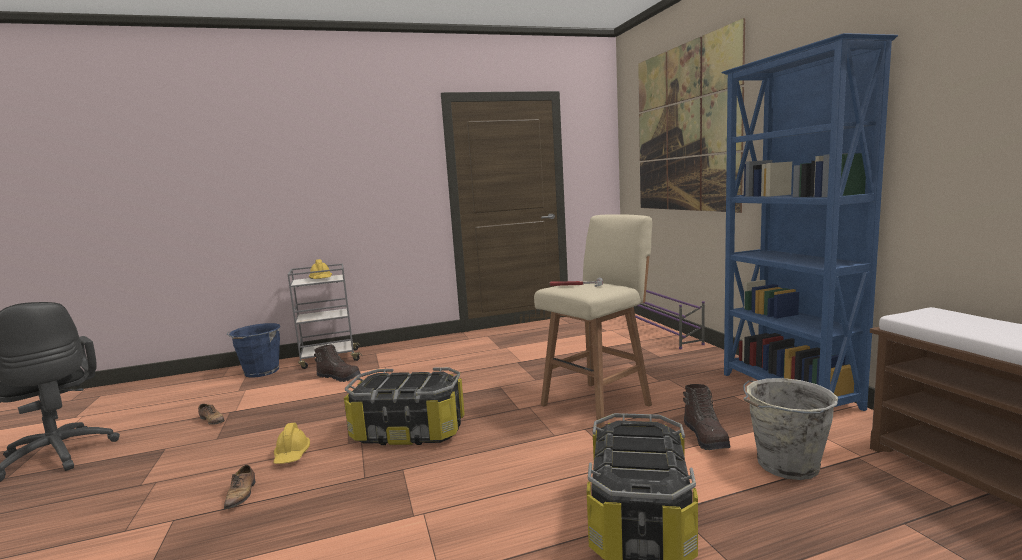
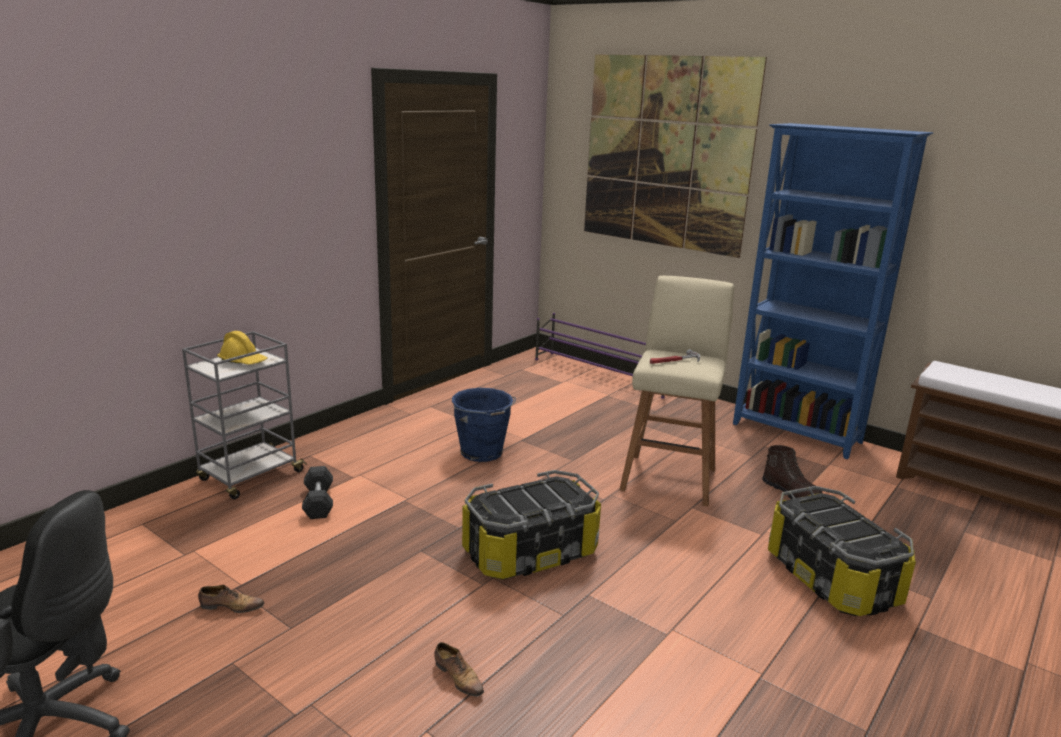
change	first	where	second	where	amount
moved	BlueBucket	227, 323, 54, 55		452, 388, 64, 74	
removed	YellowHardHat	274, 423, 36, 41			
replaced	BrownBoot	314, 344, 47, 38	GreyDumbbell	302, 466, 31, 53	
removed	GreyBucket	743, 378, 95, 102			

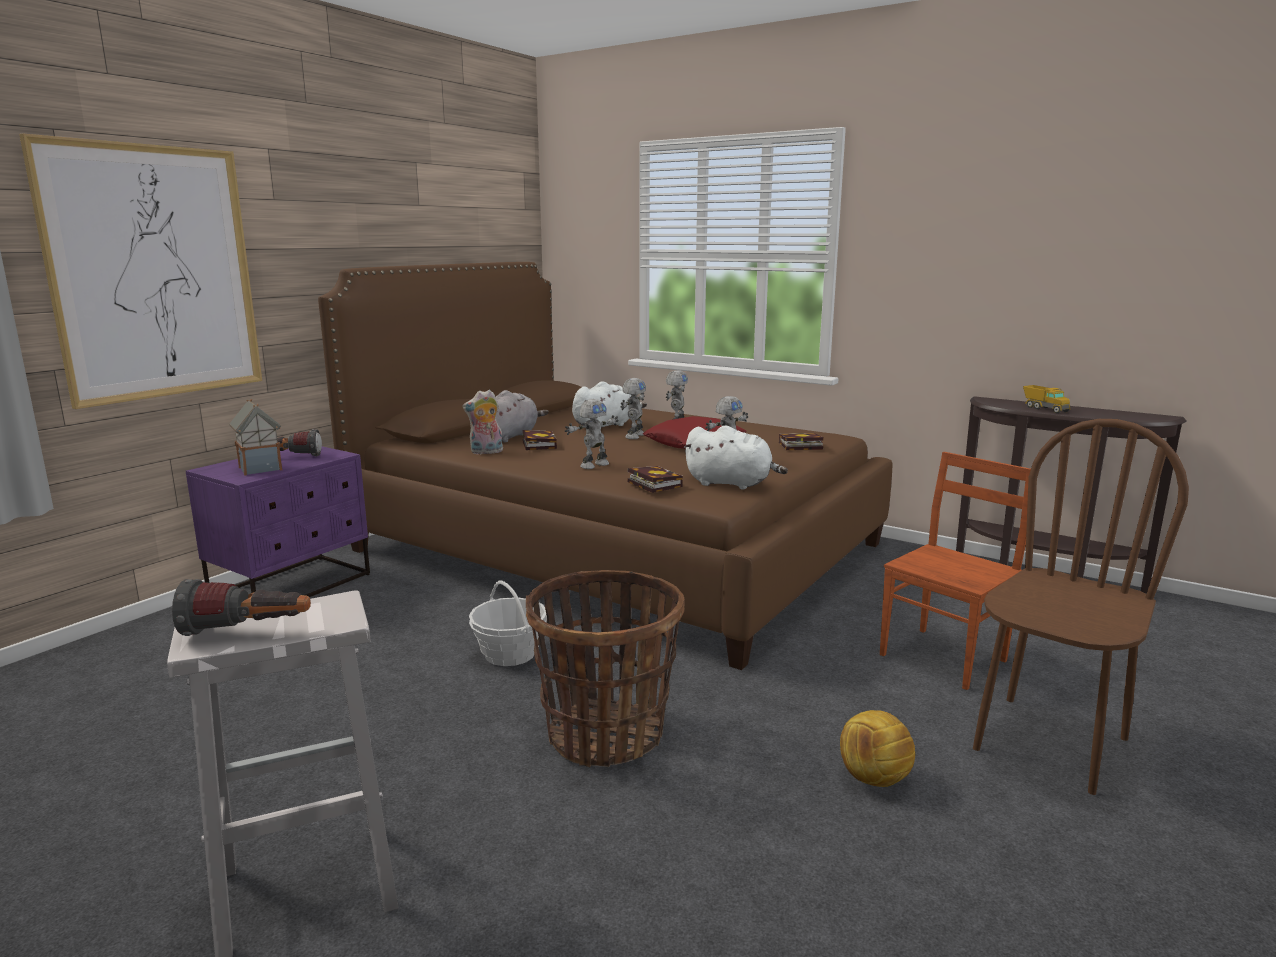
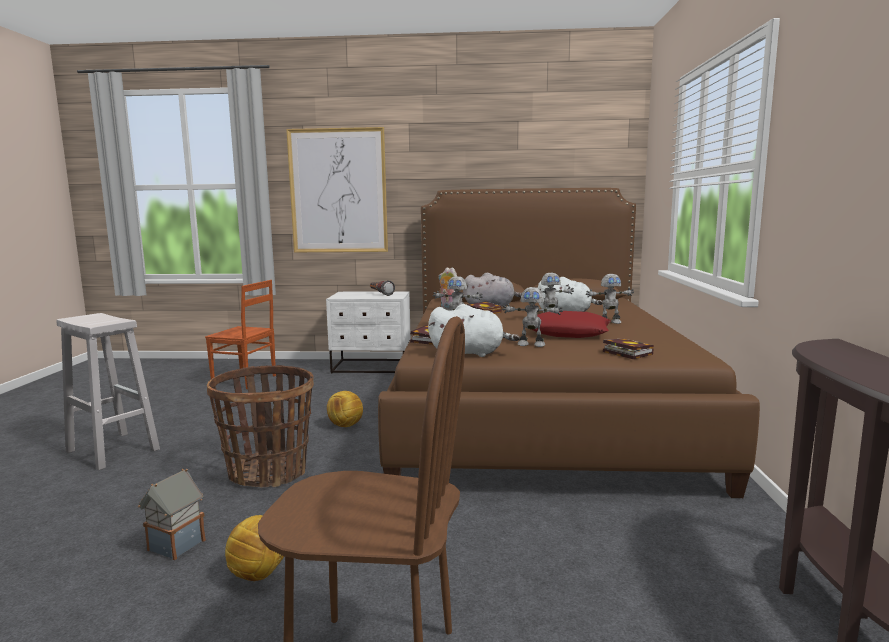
change	first	where	second	where	amount
removed	Flashlight	172, 579, 139, 57			
recoloured	PurpleNightstand	186, 446, 184, 151	WhiteNightstand	326, 291, 85, 83	
moved	ToyHouse	229, 399, 53, 77		138, 469, 68, 91	
replaced	Basket	469, 581, 78, 85	Football	327, 391, 36, 36	
turned	WhitePlushToy	684, 425, 104, 64		428, 304, 92, 53	75 degrees counterclockwise
moved	BrownChair	880, 452, 151, 238		205, 280, 71, 109	
removed	ToyTruck	1023, 385, 47, 28			

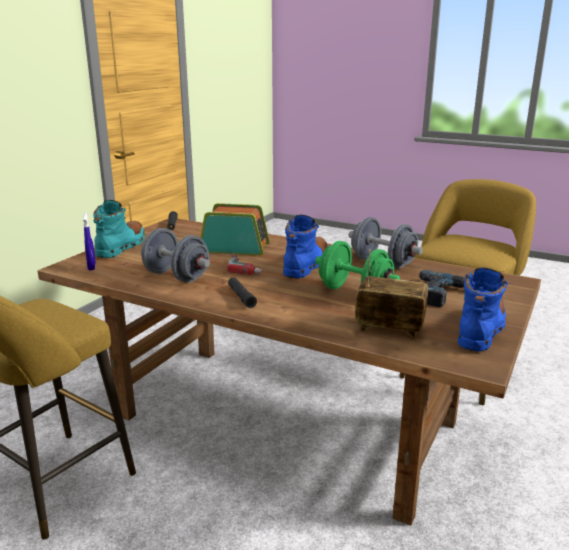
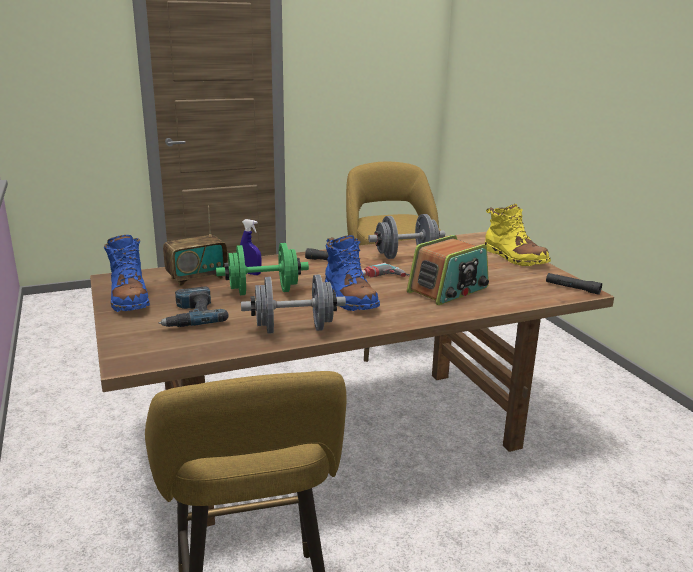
change	first	where	second	where	amount
moved	BlueSprayBottle	83, 213, 13, 57		240, 219, 22, 56	
recoloured	TurquoiseBoot	93, 200, 52, 58	YellowBoot	484, 204, 67, 62	

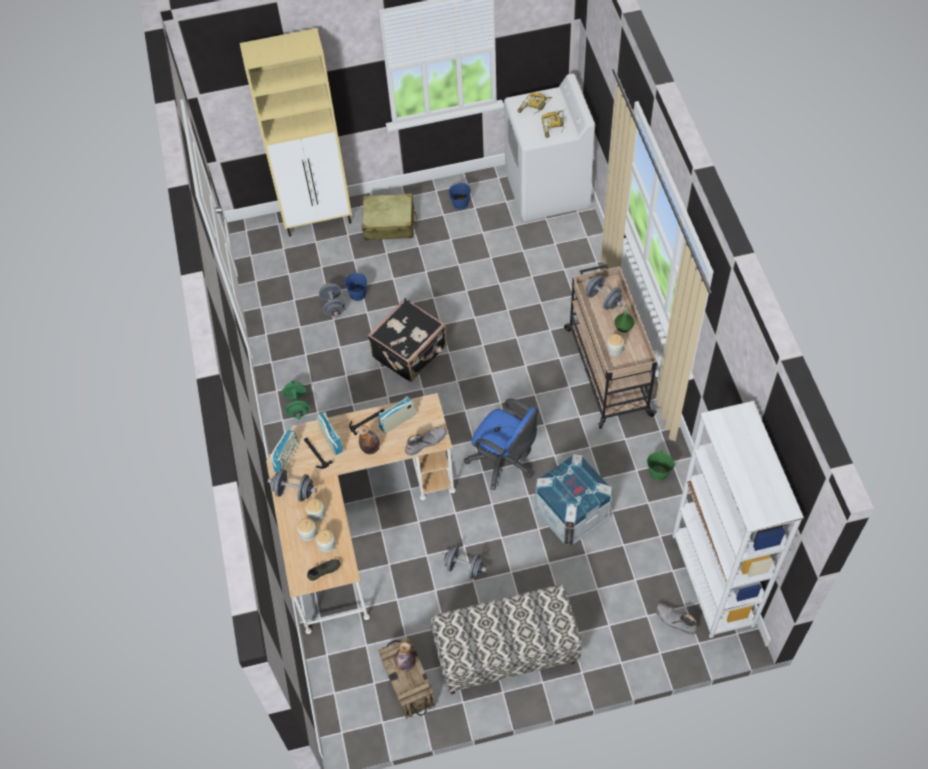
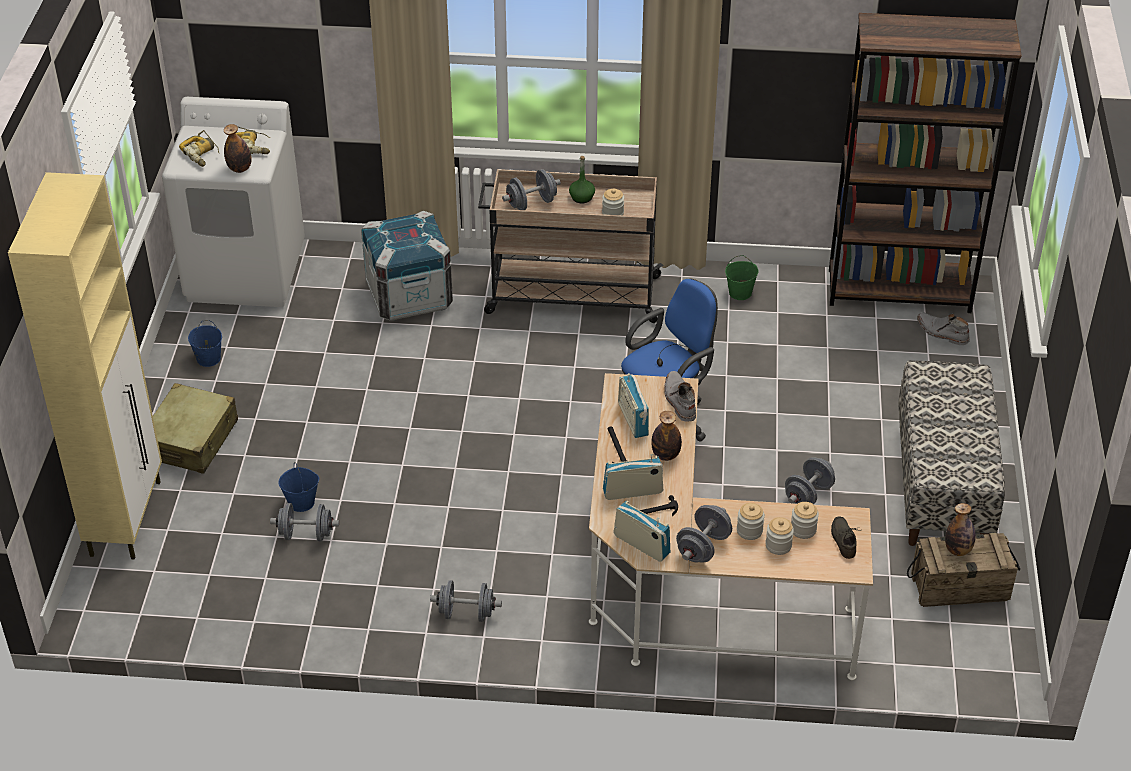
change	first	where	second	where	amount
recoloured	GreenDumbbell	282, 380, 27, 39	GreyDumbbell	430, 580, 72, 42	
removed	BlackSuitcase	368, 298, 79, 84			
moved	Crate	535, 454, 78, 91		361, 211, 92, 110	
turned	GreyBoot	655, 603, 43, 32		917, 313, 53, 32	75 degrees clockwise
recoloured	WhiteBookcase	672, 401, 132, 237	BrownBookcase	829, 13, 193, 300	
added			Bottle	224, 124, 28, 49	

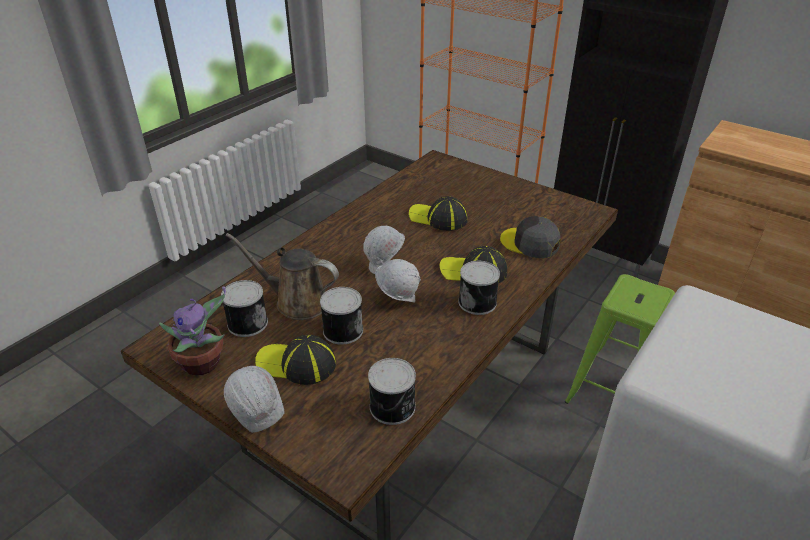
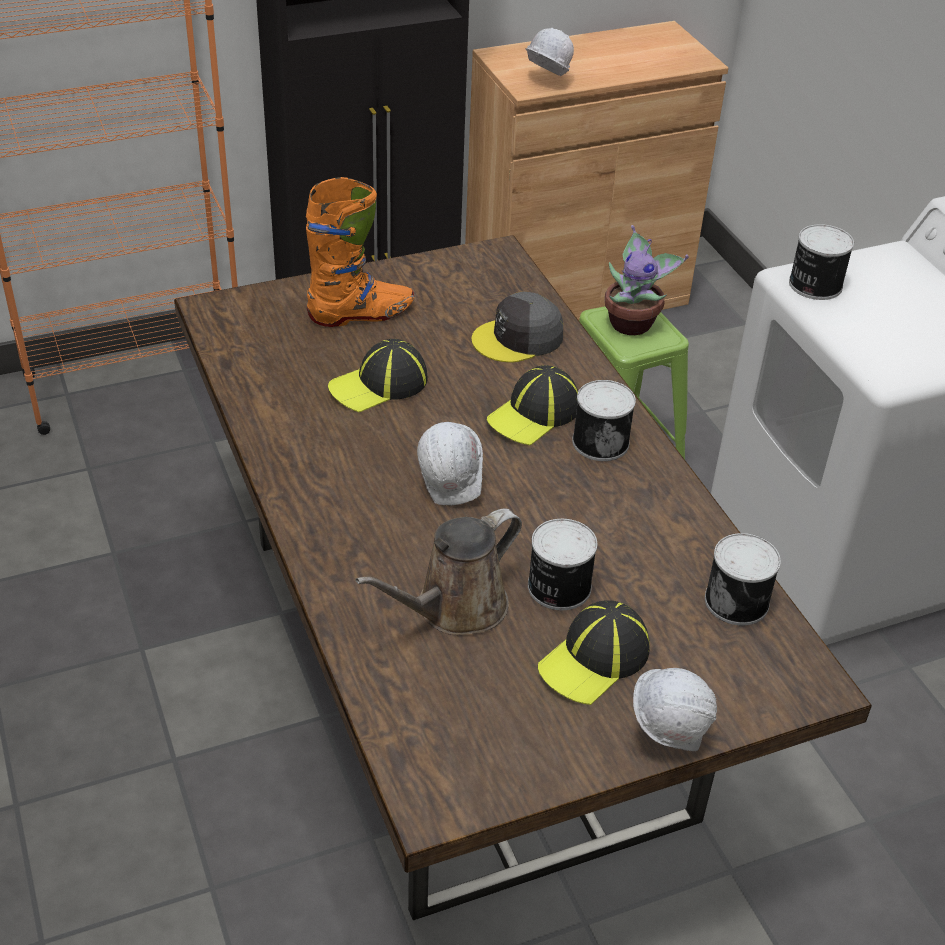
change	first	where	second	where	amount
moved	PottedPlant	159, 286, 67, 90		605, 225, 84, 110	
moved	Can	221, 280, 47, 57		789, 224, 65, 76	
moved	WhiteHardHat	375, 259, 46, 43		525, 28, 49, 48	
added			OrangeBoot	306, 177, 108, 150	

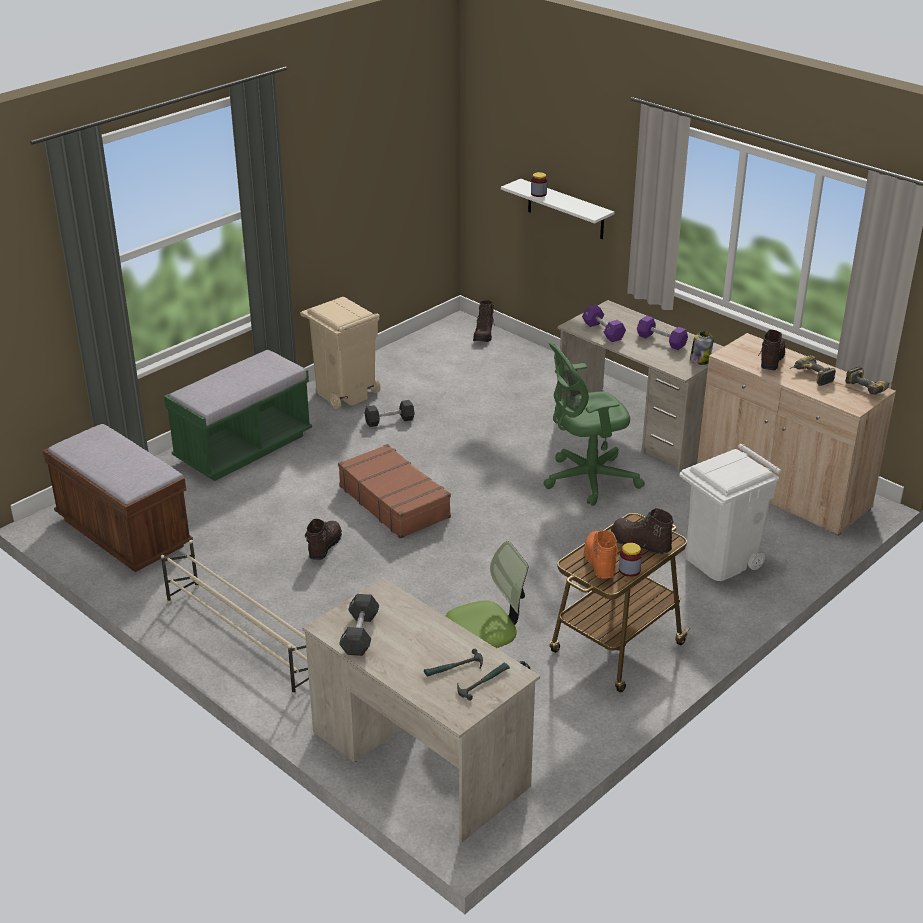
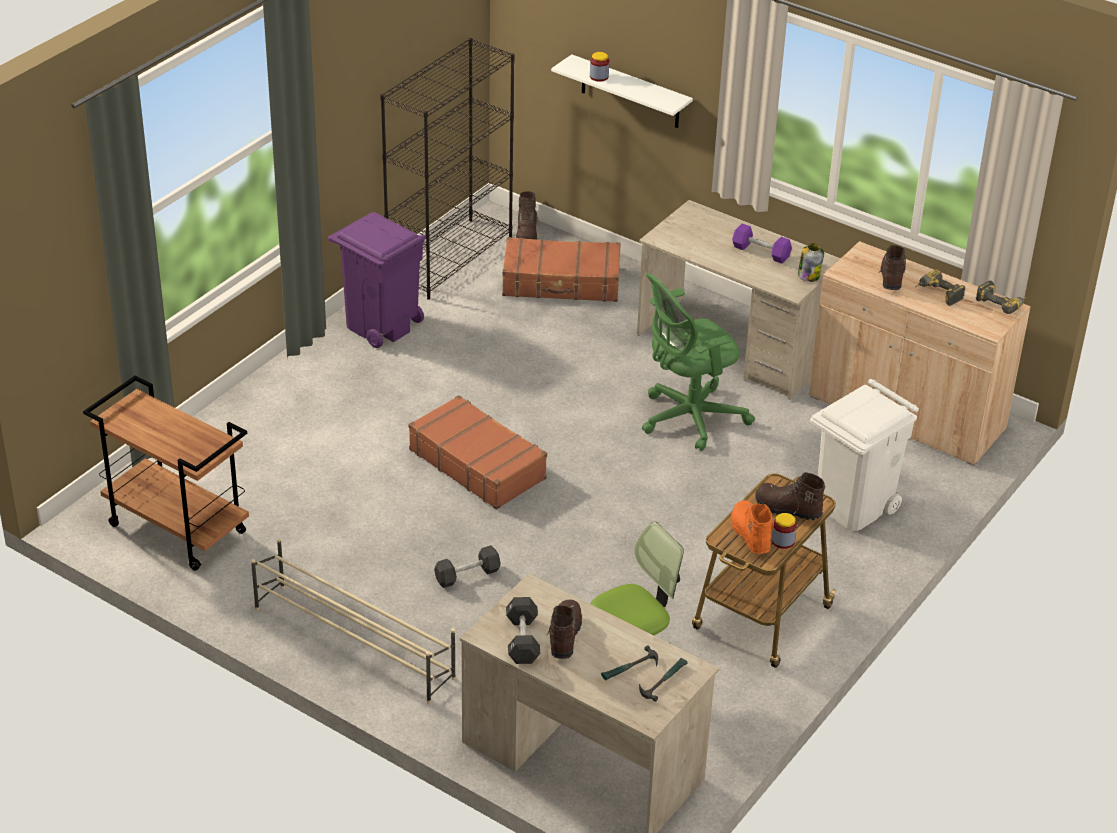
change	first	where	second	where	amount
replaced	BrownBench	43, 424, 150, 148	BrownCart	83, 376, 166, 195	
removed	GreenBench	164, 349, 148, 132			
recoloured	BeigeTrashCan	300, 297, 81, 112	PurpleTrashCan	328, 212, 98, 136	
moved	BrownBoot	305, 519, 37, 41		546, 600, 36, 59	
moved	BlackDumbbell	365, 400, 50, 27		434, 545, 67, 43	
removed	PurpleDumbbell	582, 305, 44, 37			
added			BlackBookcase	380, 38, 135, 262	
added			BrownSuitcase	502, 237, 119, 65	

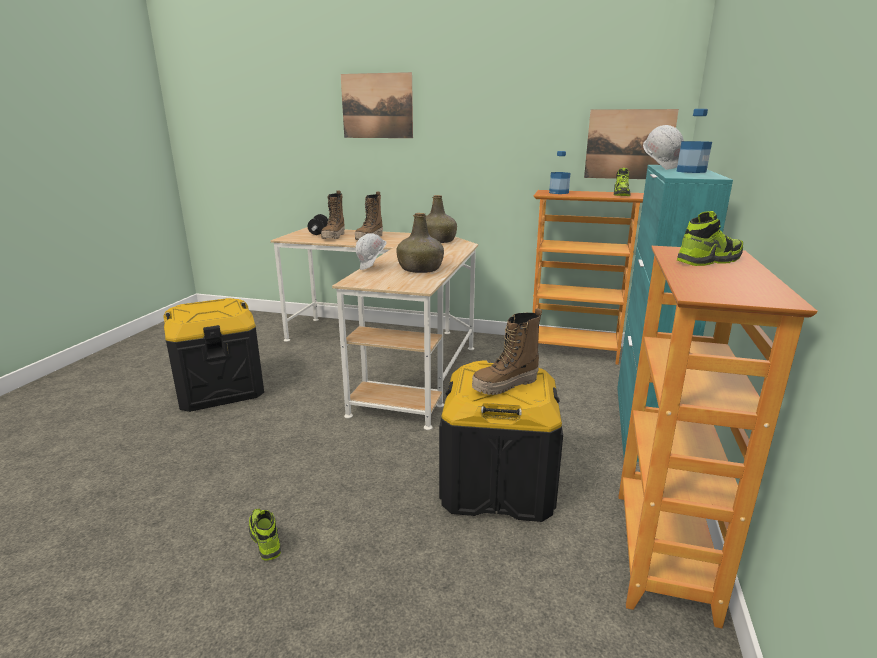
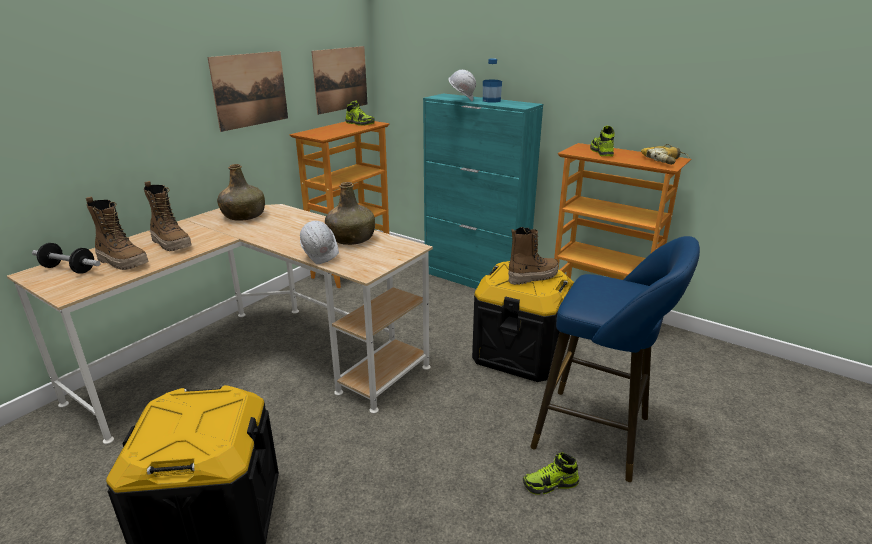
change	first	where	second	where	amount
moved	Picture	341, 72, 72, 66		208, 51, 80, 81	
turned	Boot	472, 308, 70, 87		508, 227, 50, 58	105 degrees counterclockwise
removed	Bottle	549, 151, 21, 43			
added			BlueStool	530, 236, 170, 246	
added			PowerDrill	641, 144, 48, 21	

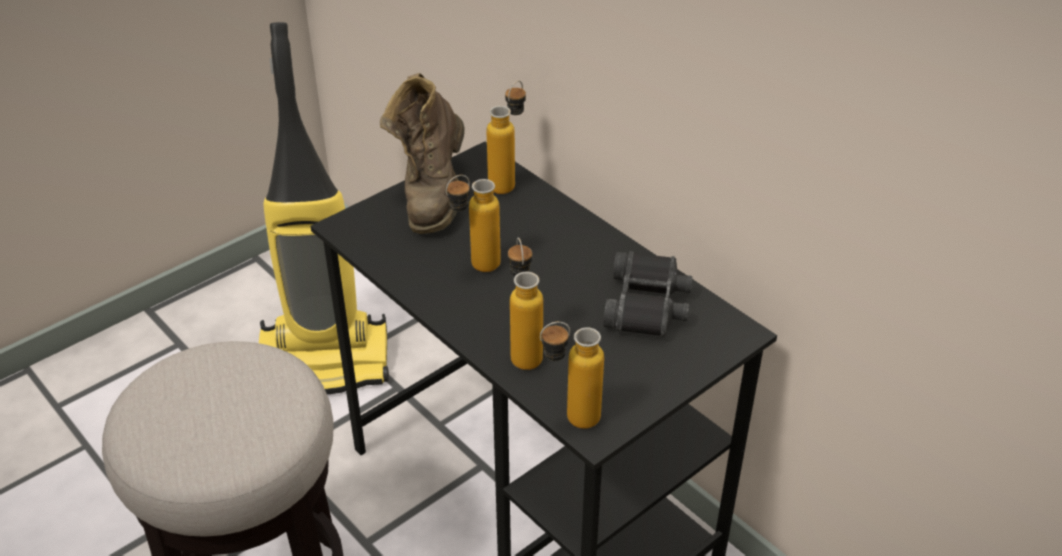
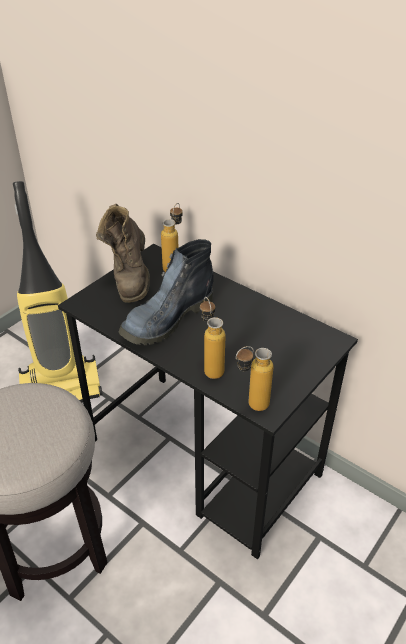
change	first	where	second	where	amount
replaced	Bottle	446, 175, 55, 97	Boot	119, 239, 95, 106	
removed	BlackBinoculars	603, 251, 90, 86			

